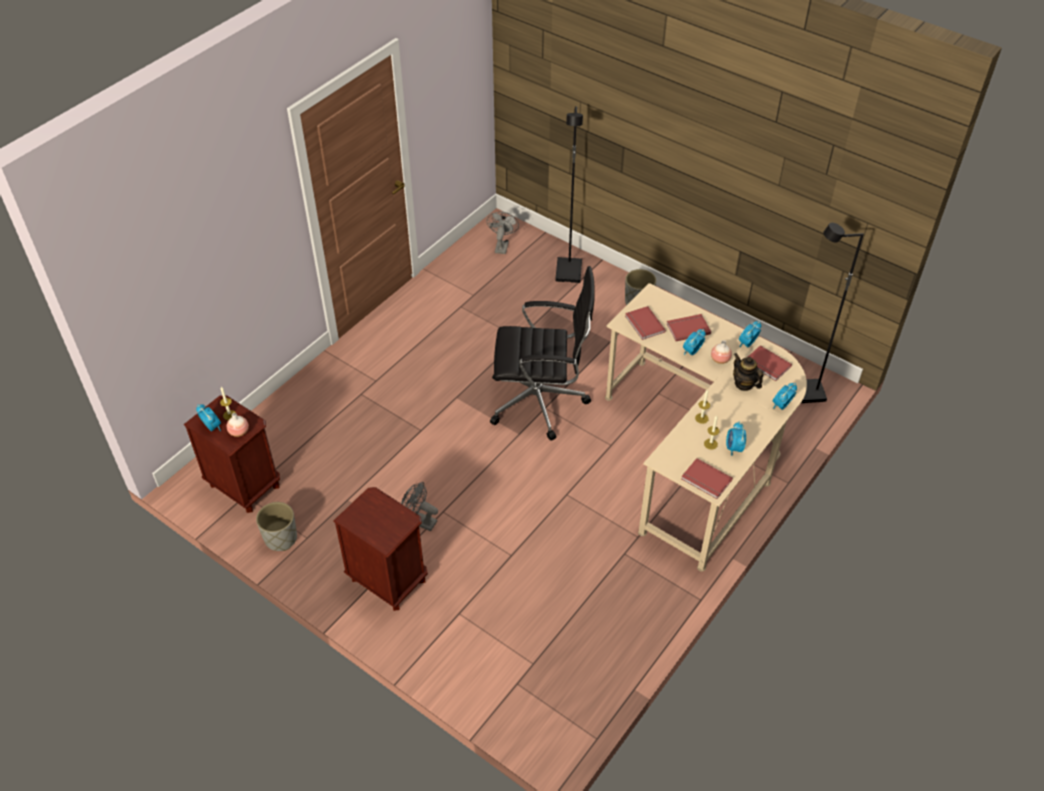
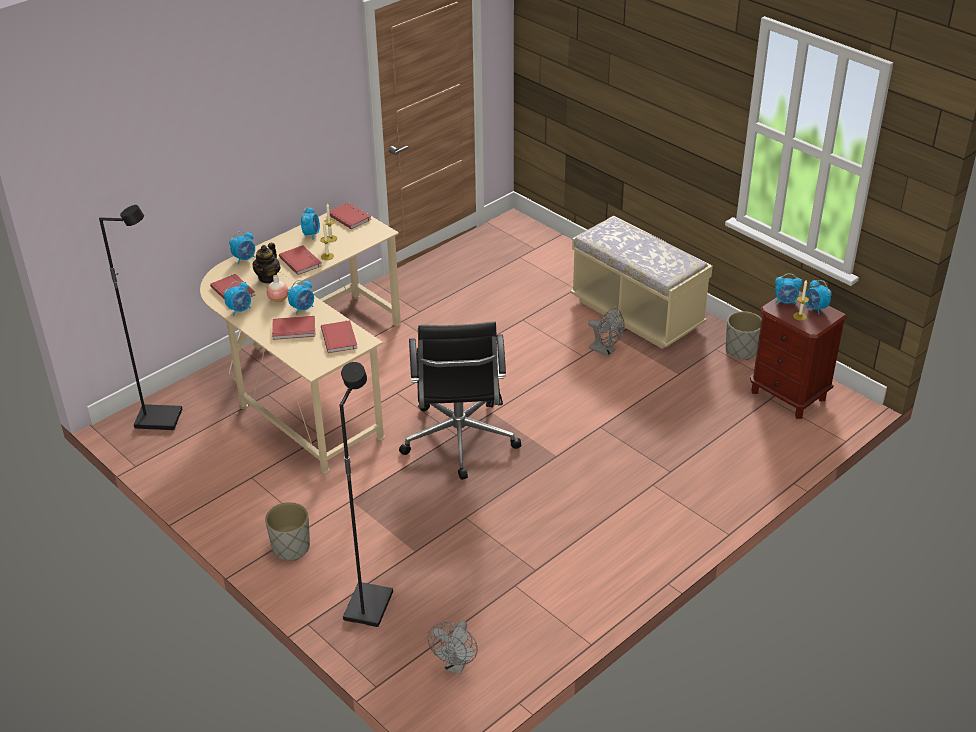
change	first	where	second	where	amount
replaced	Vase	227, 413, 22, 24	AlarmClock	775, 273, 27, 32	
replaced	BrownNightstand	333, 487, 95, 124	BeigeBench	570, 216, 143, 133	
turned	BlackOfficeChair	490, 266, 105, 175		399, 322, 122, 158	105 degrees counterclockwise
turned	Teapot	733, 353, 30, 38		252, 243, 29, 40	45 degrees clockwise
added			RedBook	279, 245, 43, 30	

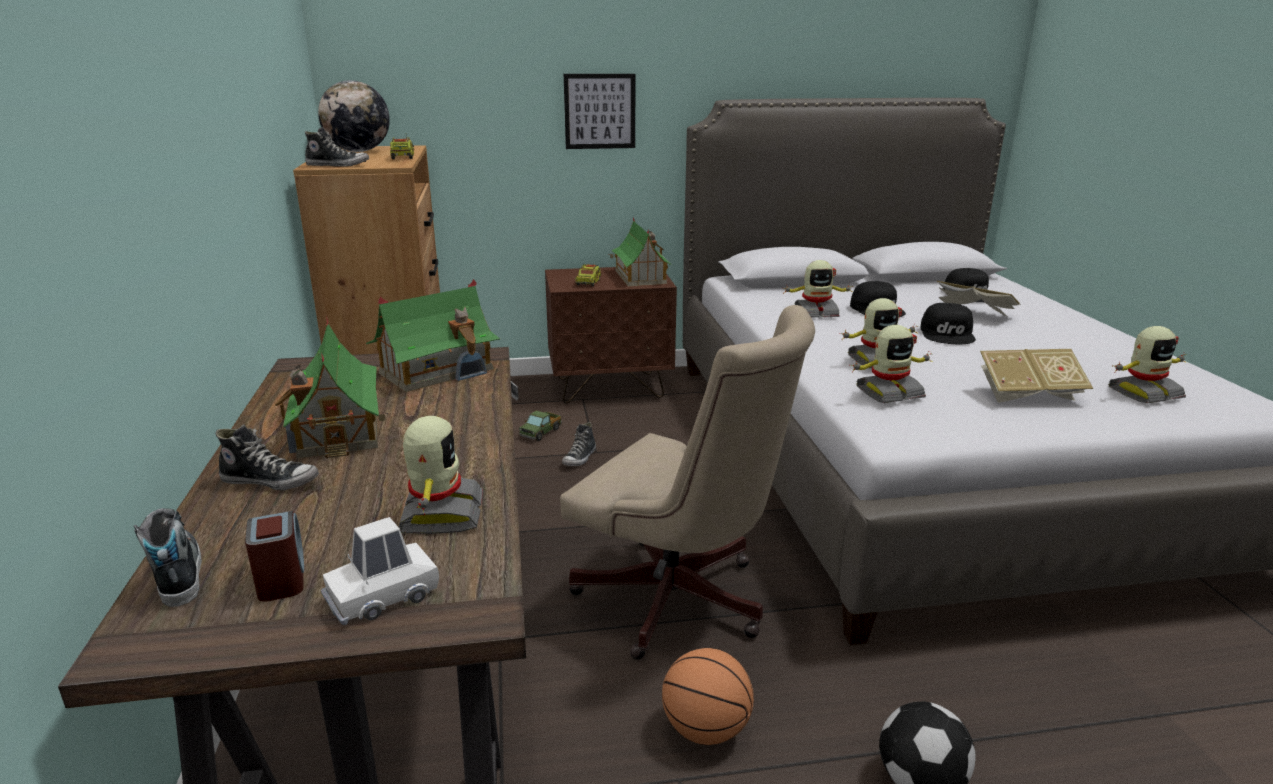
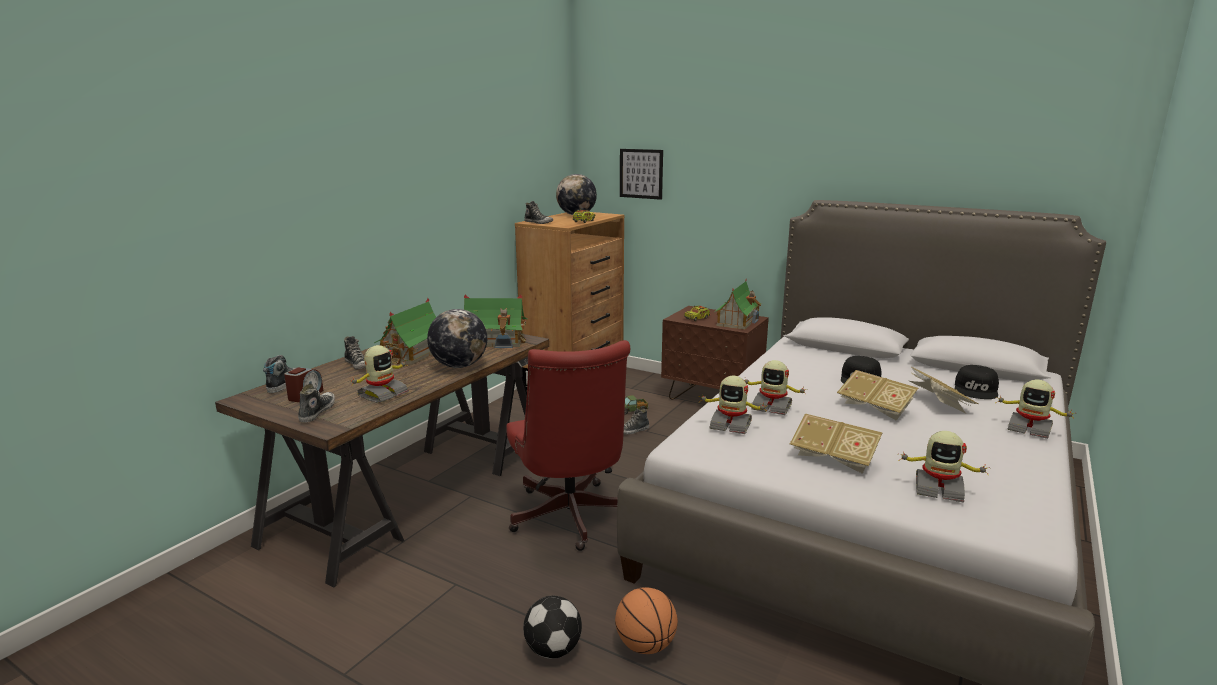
change	first	where	second	where	amount
replaced	WhiteToyCar	321, 517, 118, 108	Shoe	298, 384, 37, 39	
recoloured	BeigeOfficeChair	560, 305, 255, 355	RedOfficeChair	506, 340, 124, 211	
moved	Picture	564, 74, 71, 75		620, 149, 43, 51	
moved	Basketball	662, 648, 92, 97		615, 587, 63, 67	
moved	ToyRobot	783, 260, 69, 57		995, 379, 79, 60	
replaced	BlackCap	921, 303, 55, 41	Book	837, 370, 81, 51	
added			Globe	427, 309, 60, 59	

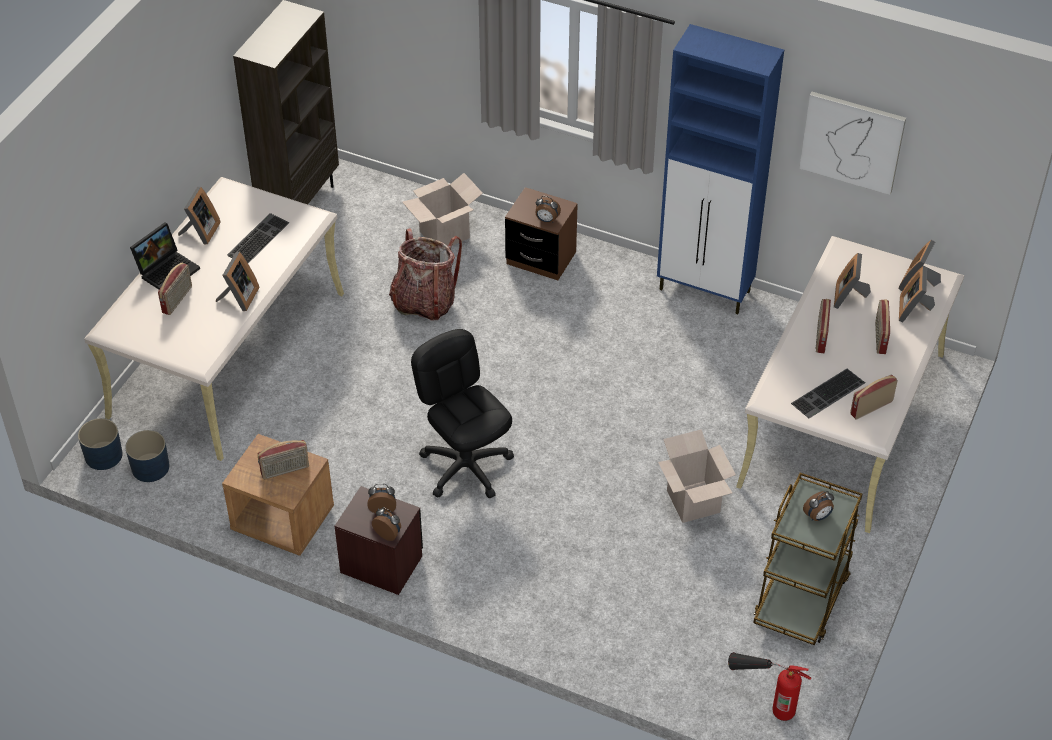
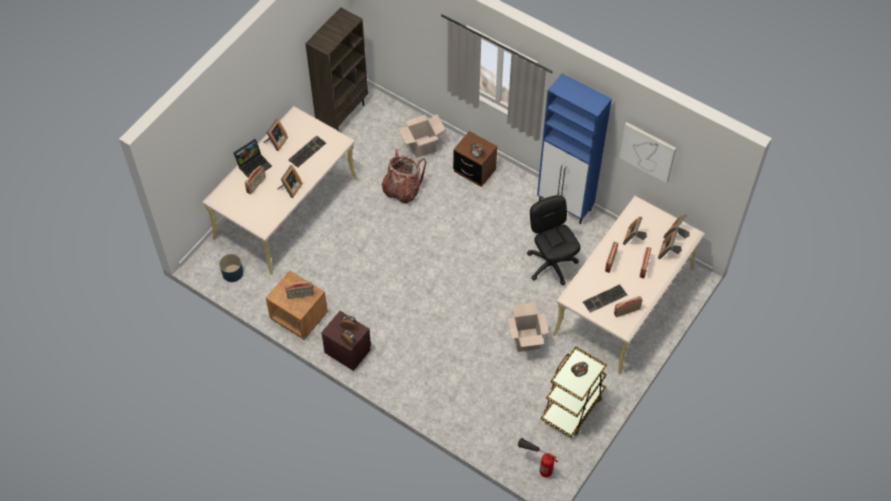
change	first	where	second	where	amount
removed	BluePlanter	78, 418, 45, 52			
moved	BlackOfficeChair	411, 329, 103, 169		527, 195, 54, 90	

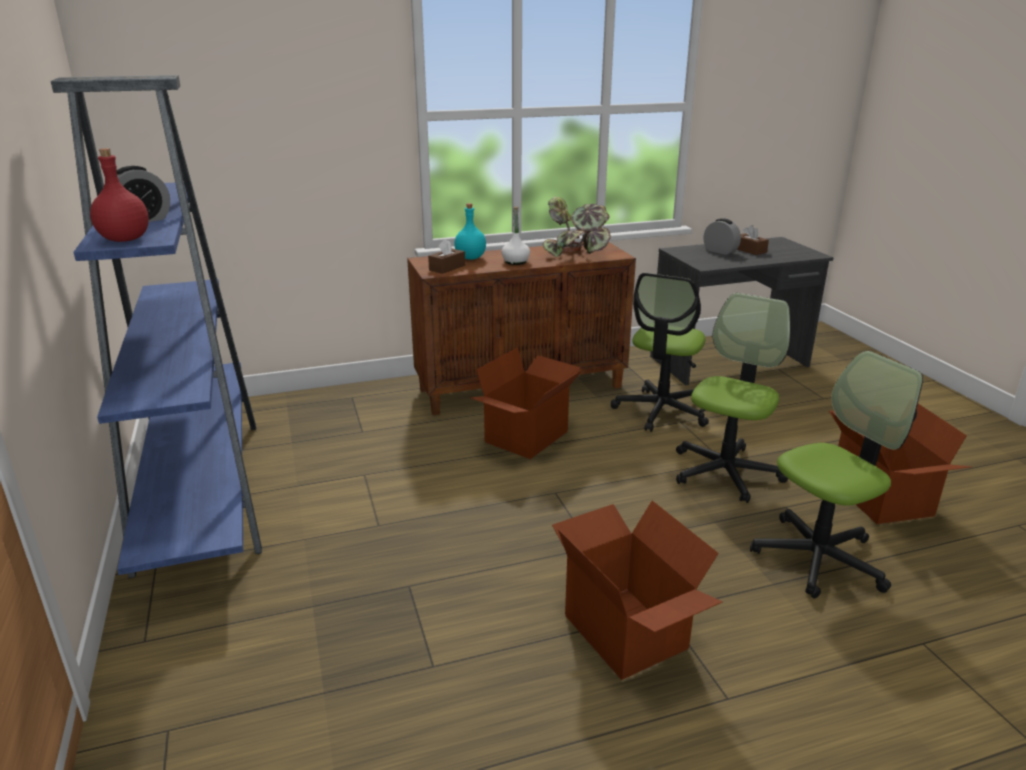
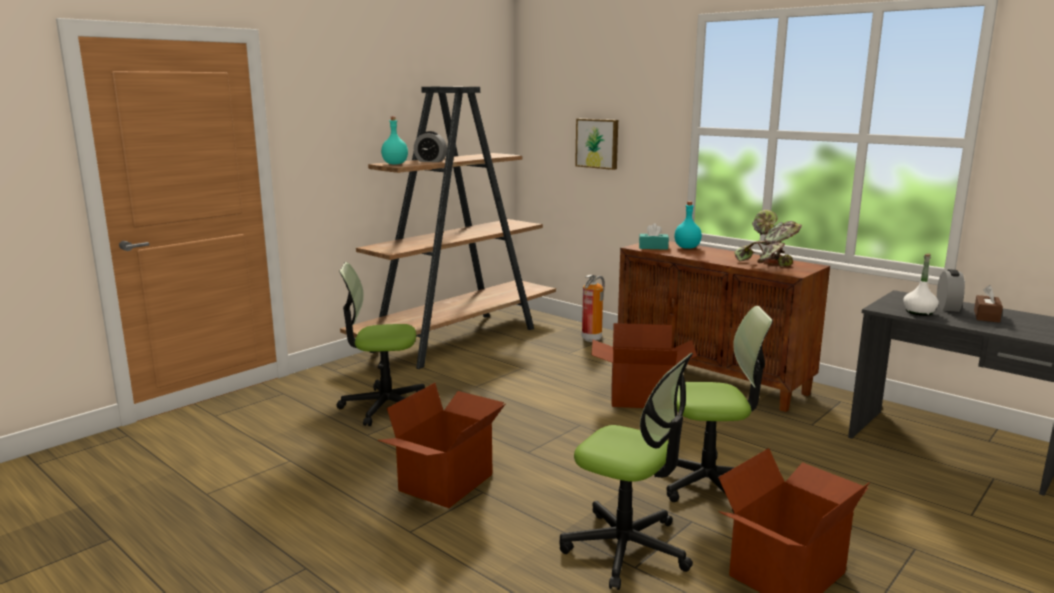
change	first	where	second	where	amount
recoloured	BlueBookcase	51, 75, 211, 503	BrownBookcase	340, 87, 216, 282	
recoloured	RedBottle	90, 148, 59, 94	TurquoiseBottle	381, 117, 27, 47	
recoloured	BrownTissueBox	428, 239, 37, 35	TurquoiseTissueBox	639, 223, 30, 27	
moved	WhiteBottle	501, 206, 29, 59		903, 254, 36, 62	
moved	OfficeChair	611, 273, 98, 159		336, 262, 89, 164	
added			Picture	575, 119, 43, 51	
added			FireExtinguisher	582, 275, 23, 67	

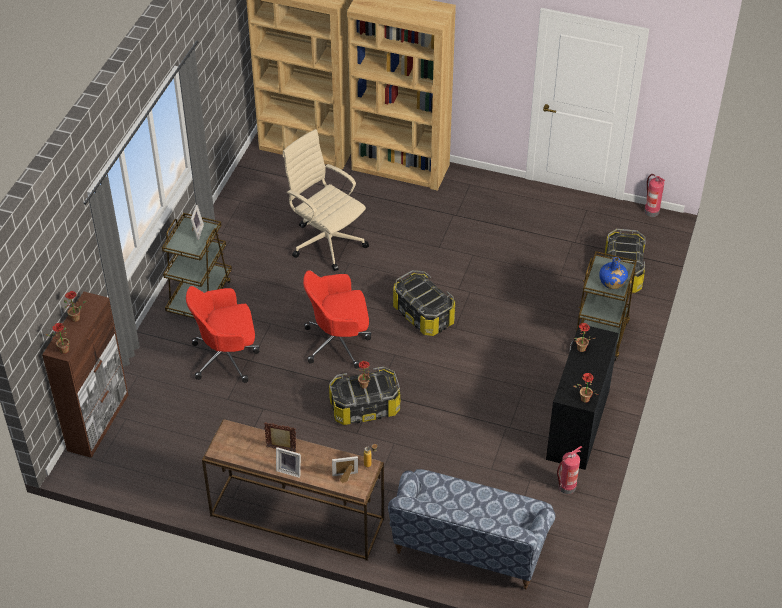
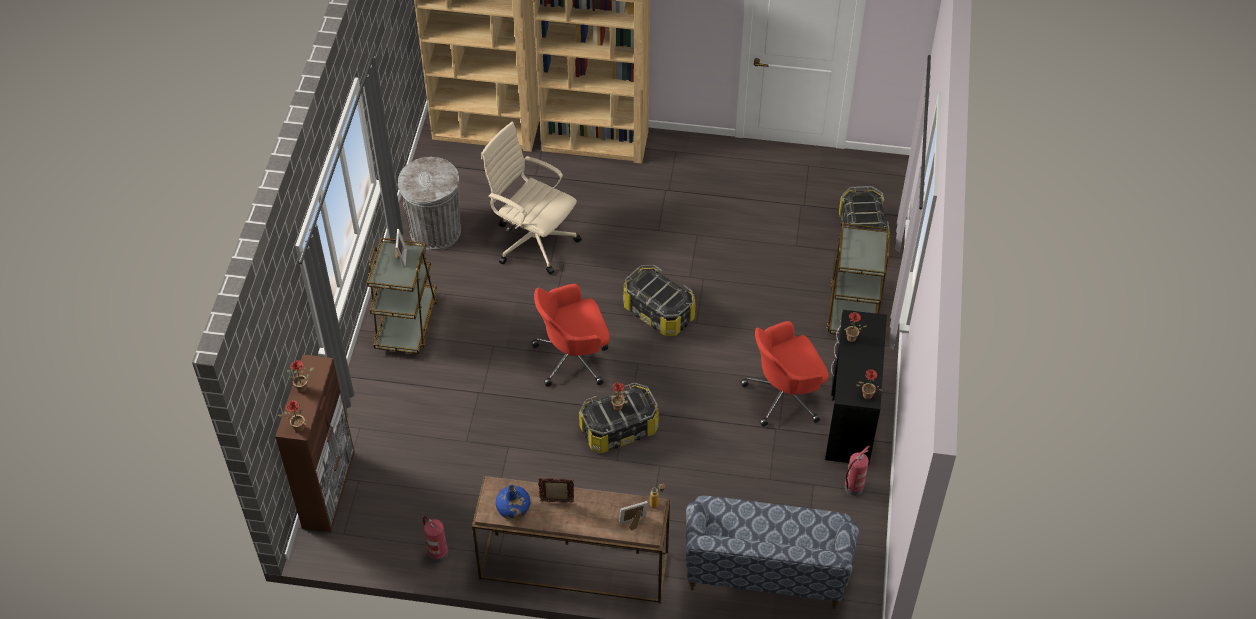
change	first	where	second	where	amount
moved	RedOfficeChair	186, 286, 73, 97		740, 321, 89, 106	
removed	PictureFrame	276, 447, 25, 31			
moved	BlueBottle	599, 257, 29, 32		496, 485, 34, 35	
moved	FireExtinguisher	644, 174, 21, 43		423, 516, 25, 47	
added			GreyTrashCan	398, 157, 63, 94	

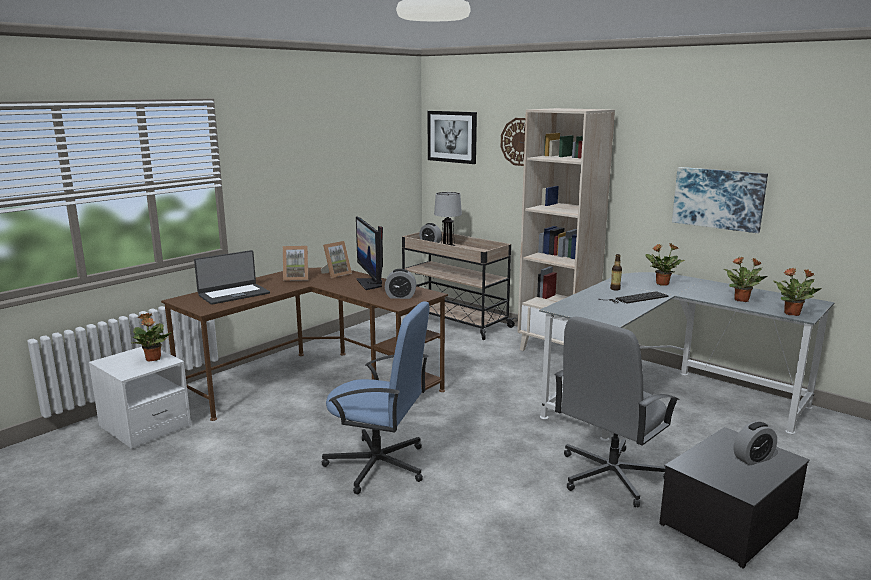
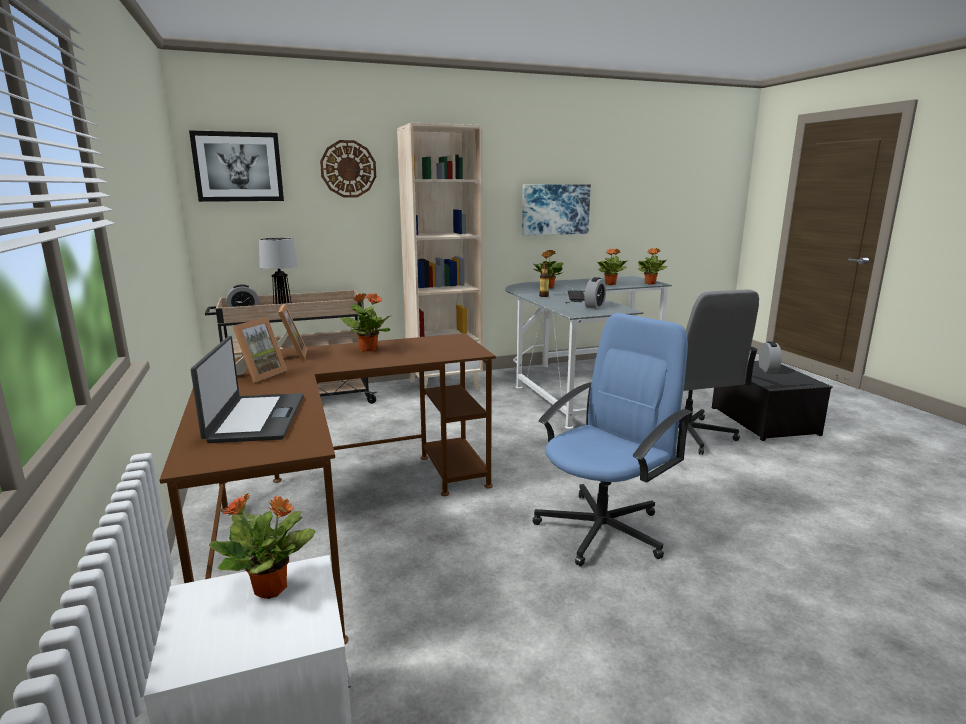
change	first	where	second	where	amount
replaced	Monitor	356, 216, 27, 74	PottedPlant	340, 293, 50, 59	
moved	AlarmClock	385, 269, 31, 30		584, 277, 22, 32	

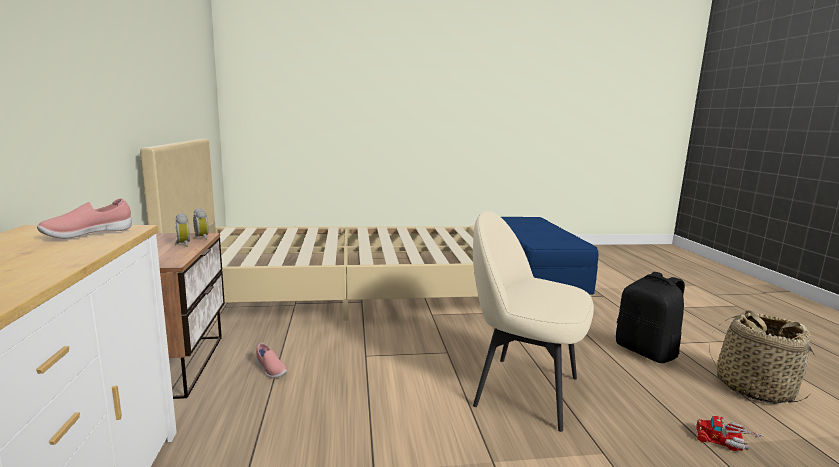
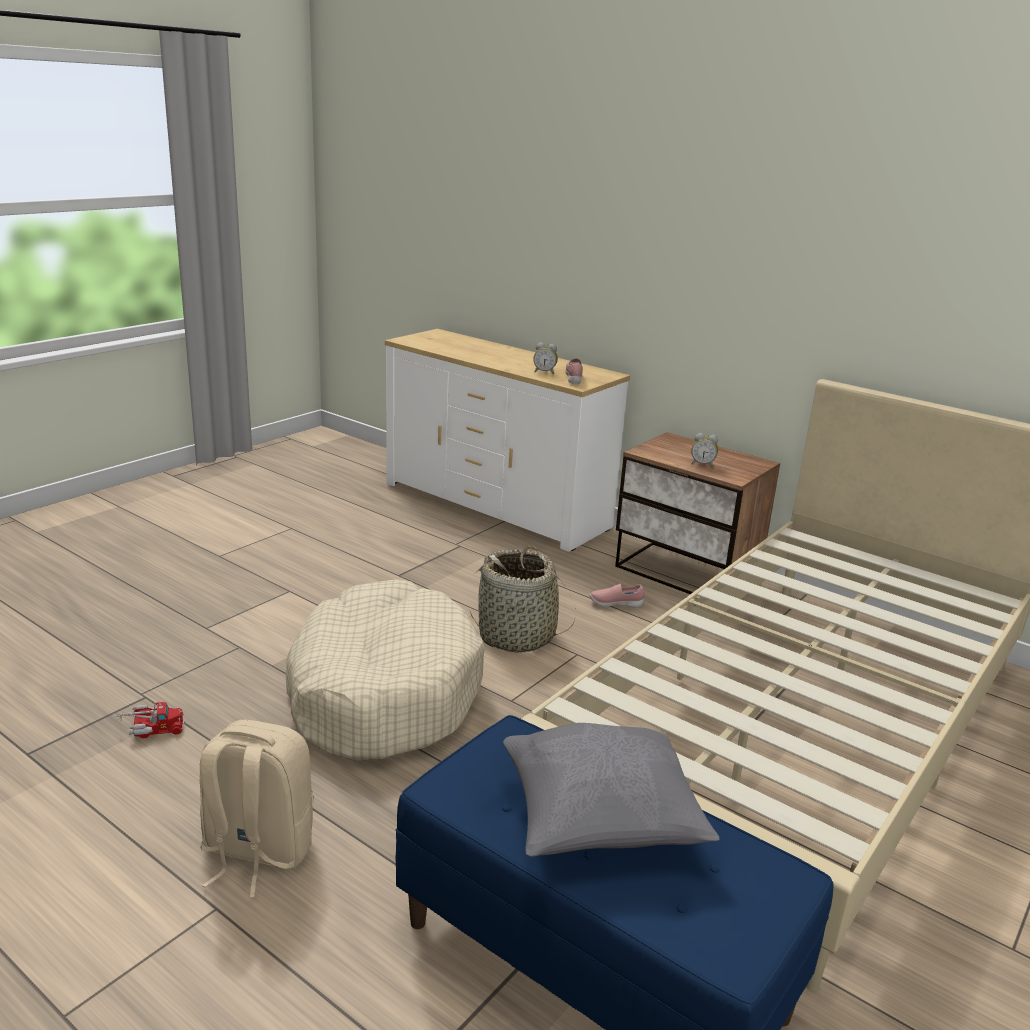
change	first	where	second	where	amount
moved	AlarmClock	193, 208, 16, 32		533, 342, 25, 32	
replaced	BeigeChair	473, 211, 121, 221	BeigeDogBed	285, 579, 199, 183	
recoloured	BlackBackpack	616, 272, 69, 91	BeigeBackpack	200, 720, 114, 178	
moved	Basket	709, 310, 106, 94		470, 546, 106, 107	
added			GreyPillow	503, 723, 217, 134	

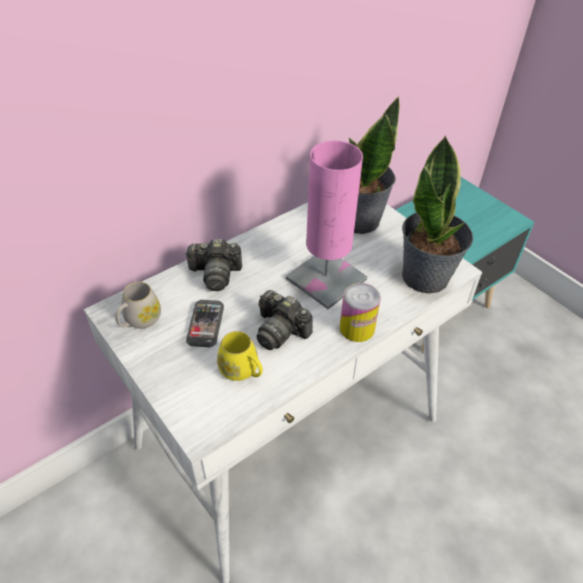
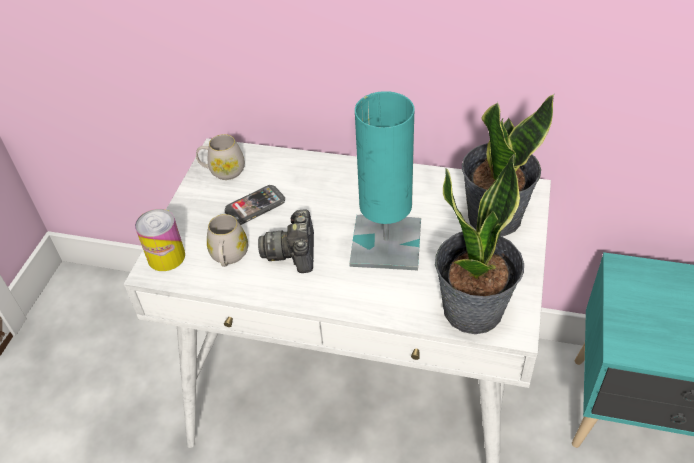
change	first	where	second	where	amount
removed	PhotoCamera	185, 239, 57, 52			
recoloured	YellowMug	217, 331, 46, 50	WhiteMug	207, 214, 41, 53	
recoloured	PinkTableLamp	286, 140, 81, 169	TurquoiseTableLamp	349, 91, 72, 179	
moved	Can	340, 283, 41, 59		135, 209, 50, 62	

